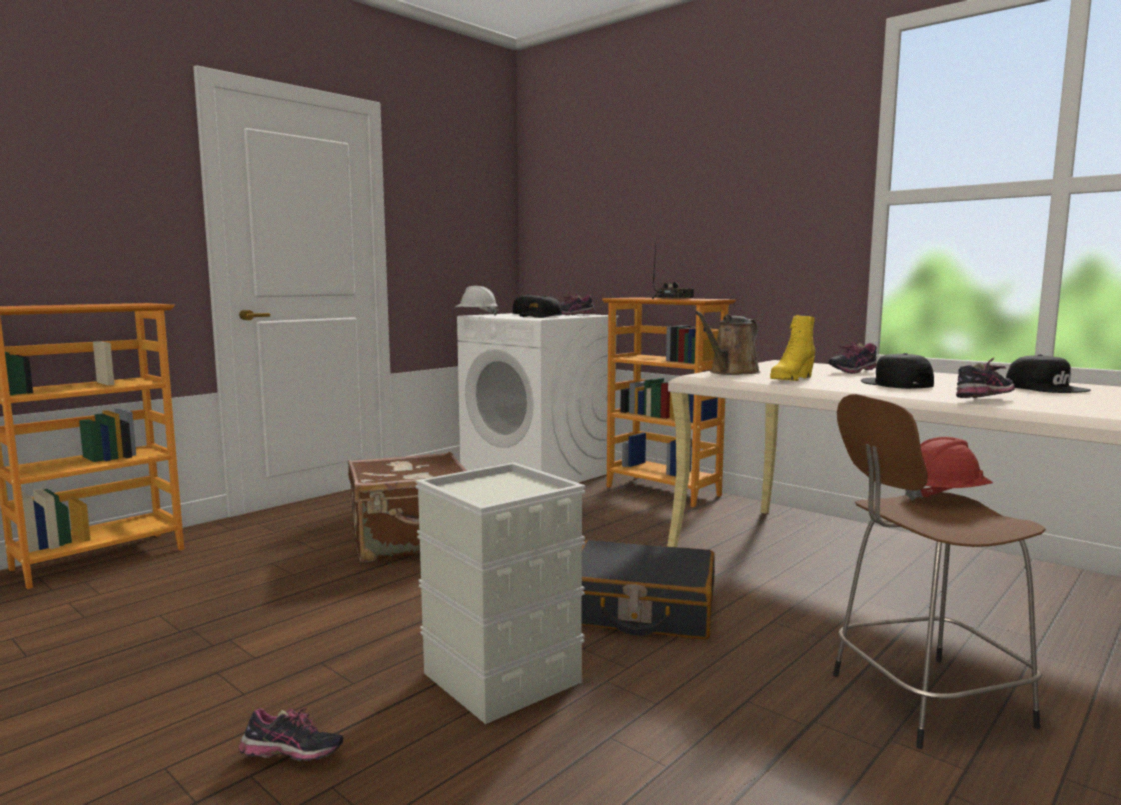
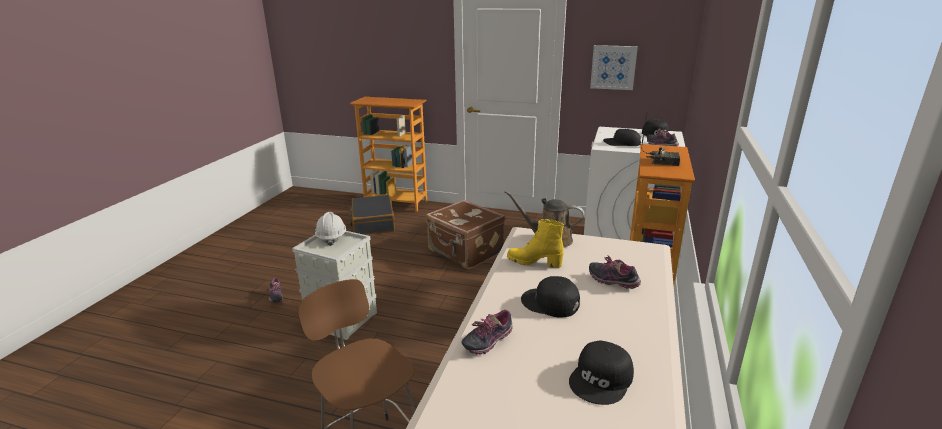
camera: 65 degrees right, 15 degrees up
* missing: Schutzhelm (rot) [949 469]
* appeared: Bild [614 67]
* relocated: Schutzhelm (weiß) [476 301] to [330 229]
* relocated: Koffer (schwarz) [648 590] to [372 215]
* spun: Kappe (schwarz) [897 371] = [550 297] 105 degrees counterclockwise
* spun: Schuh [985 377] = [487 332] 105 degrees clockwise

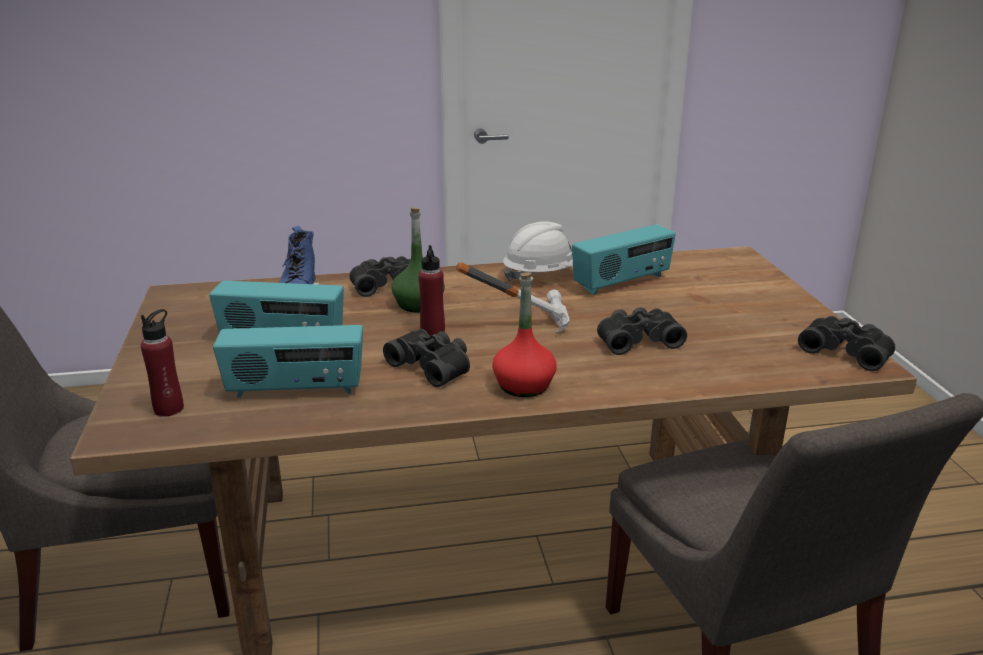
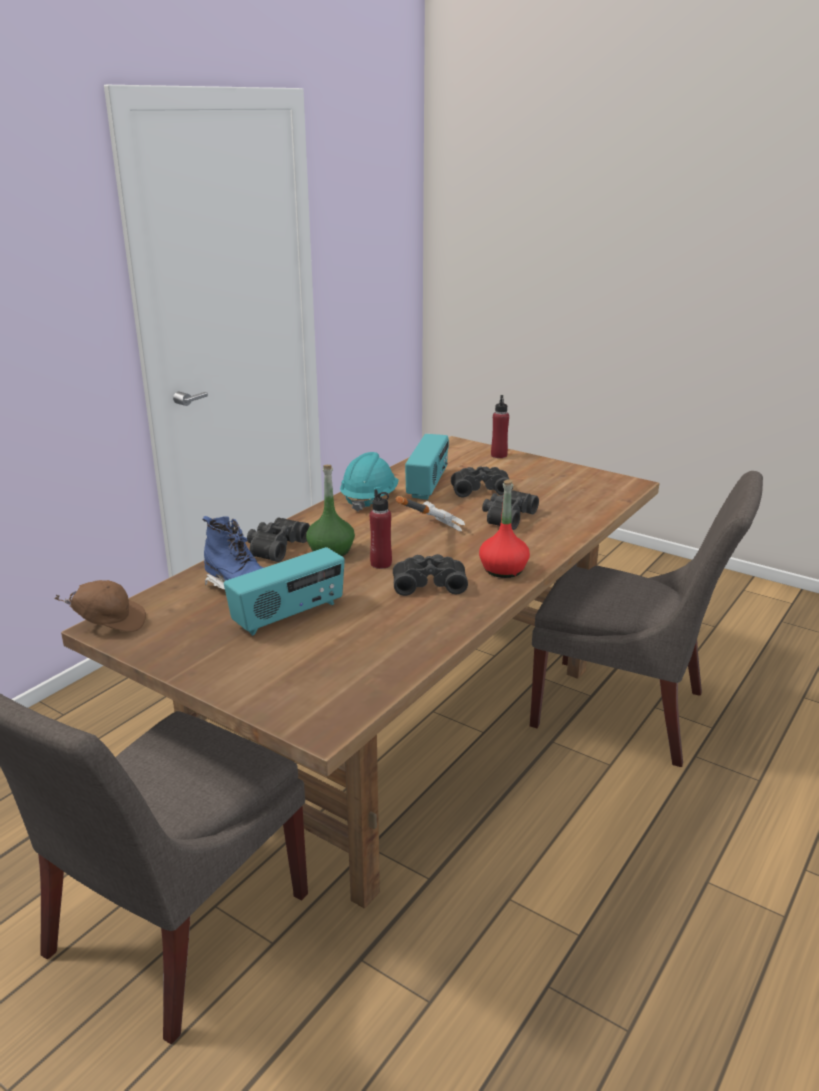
camera: 45 degrees left, 0 degrees up
* missing: Radio [288 361]
* appeared: Kappe (braun) [100 606]
* relocated: Flasche (rot) [162 363] to [500 426]
* relocated: Fernglas (schwarz) [846 343] to [482 481]
* colour: Schutzhelm (weiß) [538 252] to Schutzhelm (türkis) [369 482]

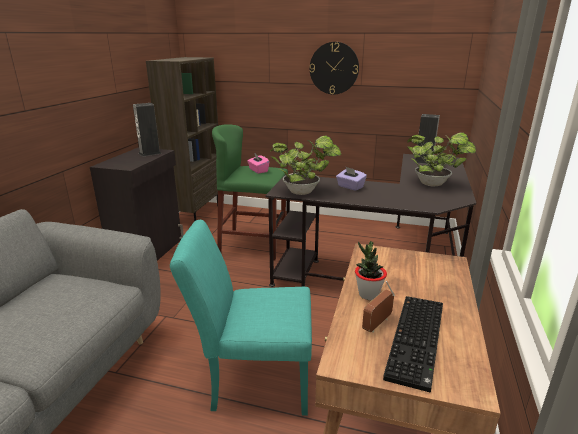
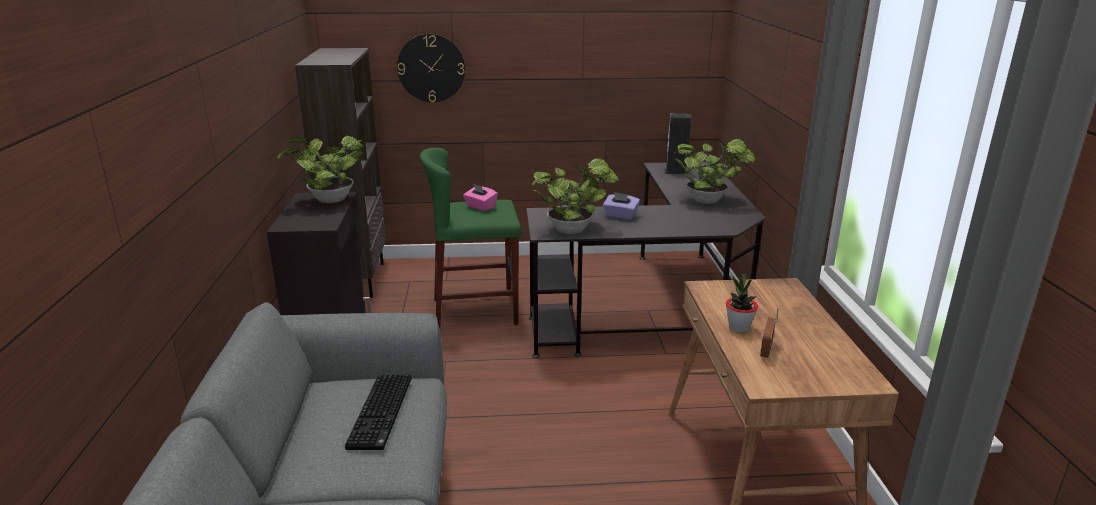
camera: 20 degrees left, 0 degrees up
* missing: Stuhl (türkis) [241 318]
* relocated: Wanduhr [334 68] to [431 68]
* relocated: Tastatur [413 344] to [378 412]
* exchanged: Lautsprecher [147 130] to Topfpflanze [320 169]

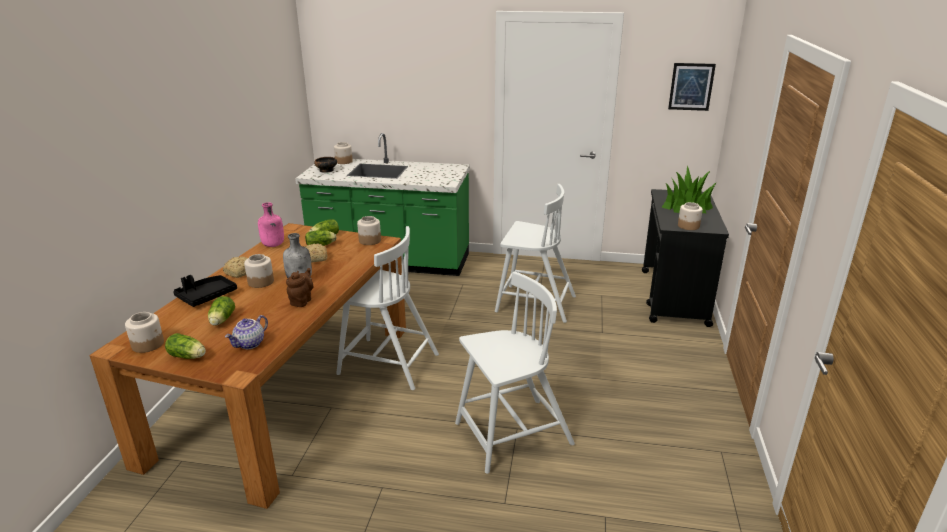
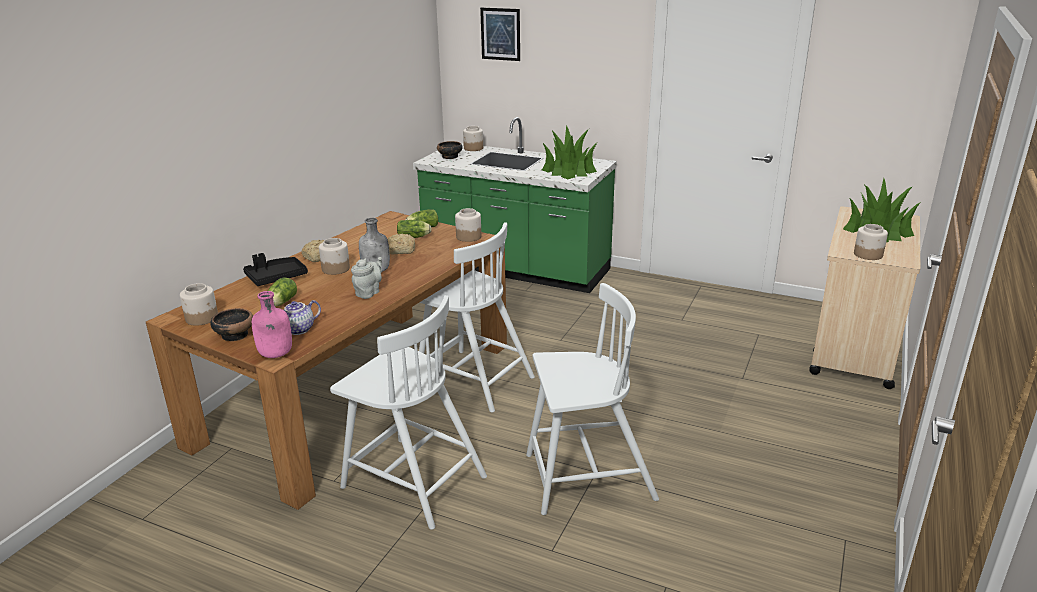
camera: 15 degrees right, 0 degrees up
* appeared: Topfpflanze [569 152]
* relocated: Flasche (rosa) [271 224] to [272 324]
* relocated: Stuhl (weiß) [535 253] to [408 412]
* relocated: Bild [692 87] to [500 34]
* exchanged: Salatkopf [185 346] to Schüssel [231 324]
* colour: Teekanne (braun) [300 287] to Teekanne (grau) [366 278]
* colour: Rollwagen (schwarz) [685 258] to Rollwagen (beige) [864 297]

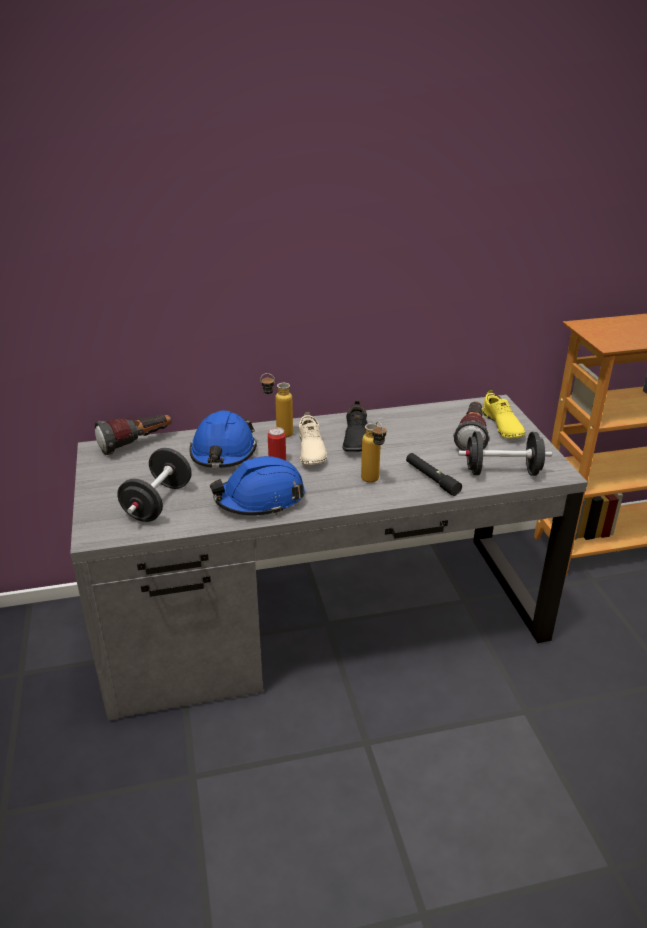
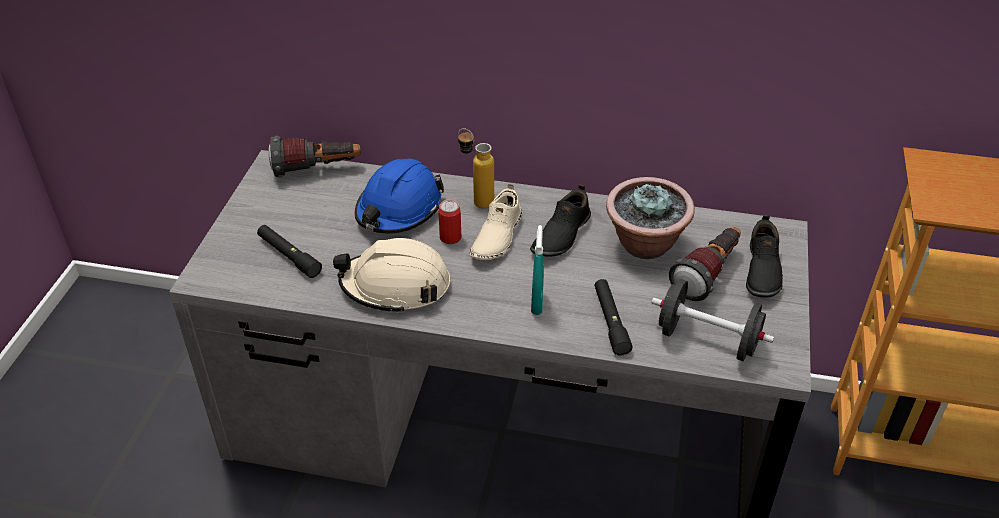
camera: 25 degrees right, 10 degrees up
* appeared: Topfpflanze [650 218]
* exchanged: Hantel (schwarz) [154 485] to Taschenlampe (schwarz) [289 251]
* exchanged: Flasche [373 452] to Sprühflasche (türkis) [537 270]
* colour: Schutzhelm (blau) [257 485] to Schutzhelm (beige) [391 276]
* colour: Schuh (gelb) [504 414] to Schuh (schwarz) [764 256]

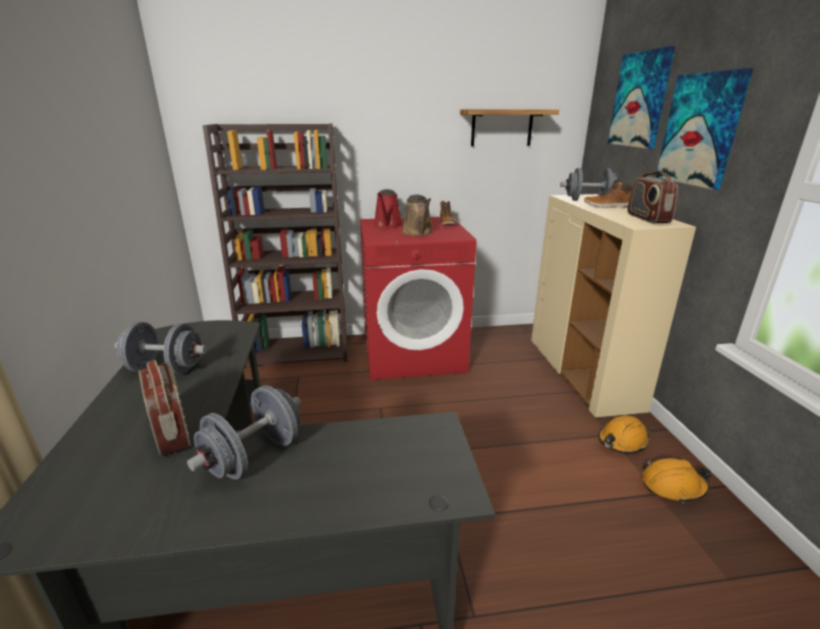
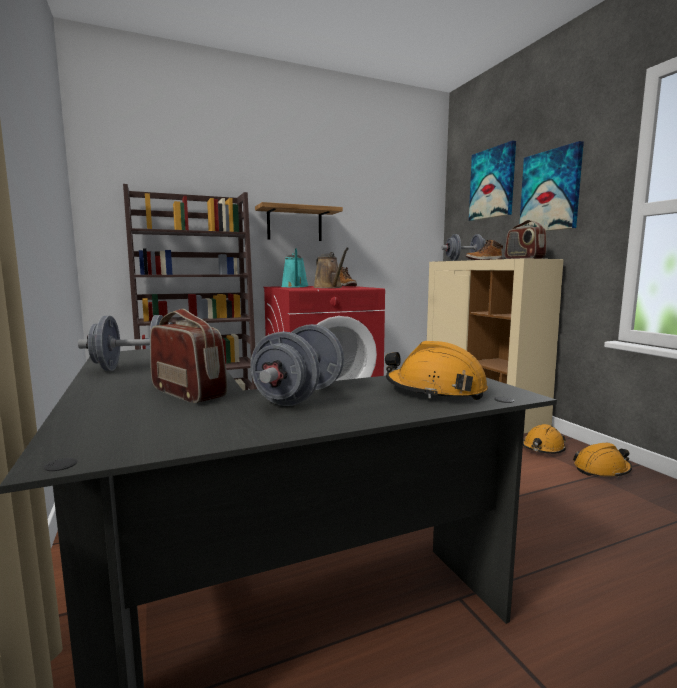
camera: 15 degrees left, 15 degrees down
* appeared: Schutzhelm (orange) [436 370]
* relocated: Wandregal [509 127] to [299 221]
* colour: Gießkanne (rot) [388 208] to Gießkanne (türkis) [294 267]

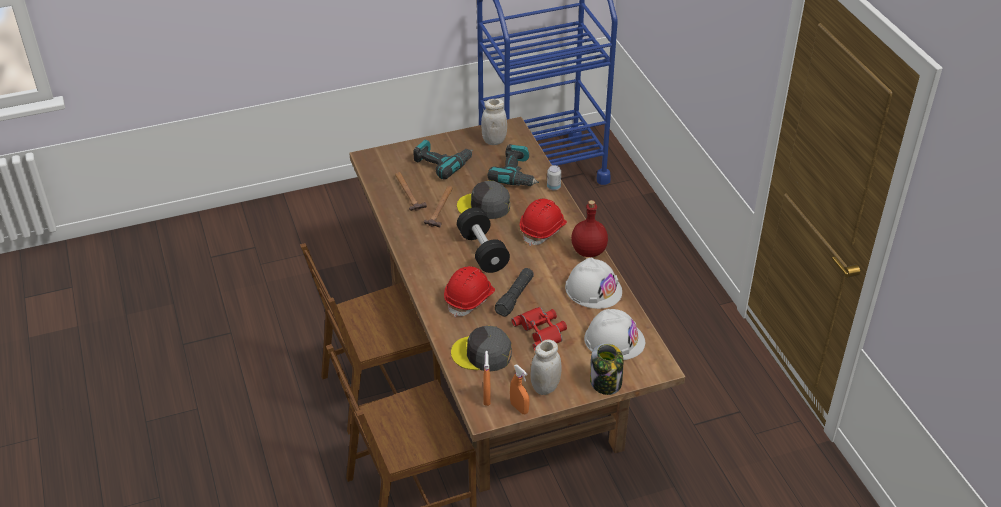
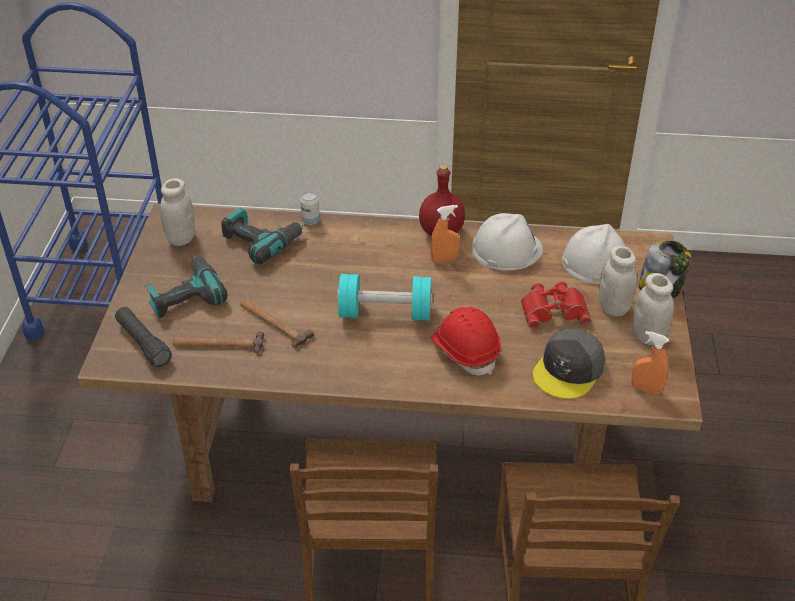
camera: 65 degrees left, 0 degrees up
* missing: Kappe (grau) [483 200]
* missing: Schutzhelm (rot) [543 222]
* appeared: Vorratsglas (weiß) [618 281]
* relocated: Taschenlampe (schwarz) [514 292] to [143 337]
* relocated: Sprühflasche (orange) [520 389] to [445 234]
* colour: Hantel (schwarz) [483 240] to Hantel (türkis) [385 297]

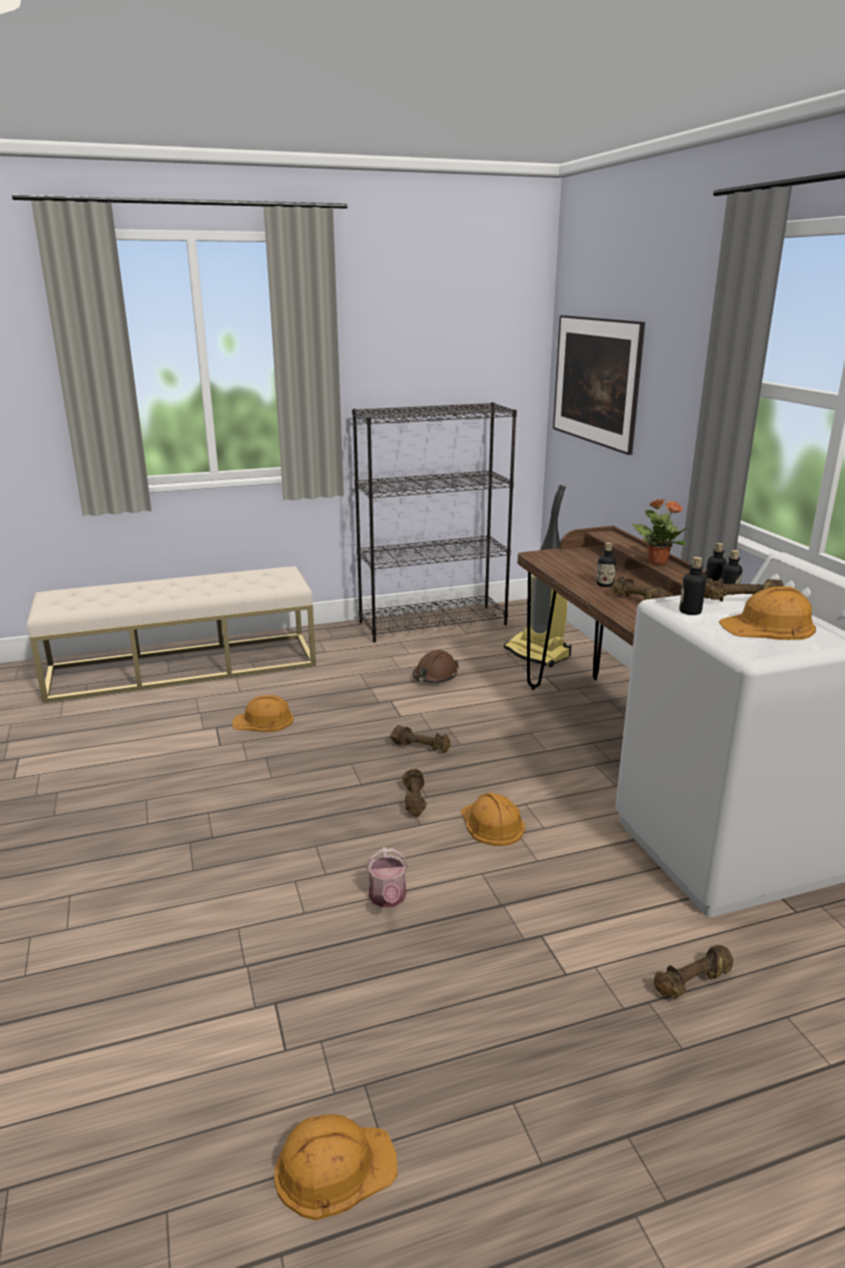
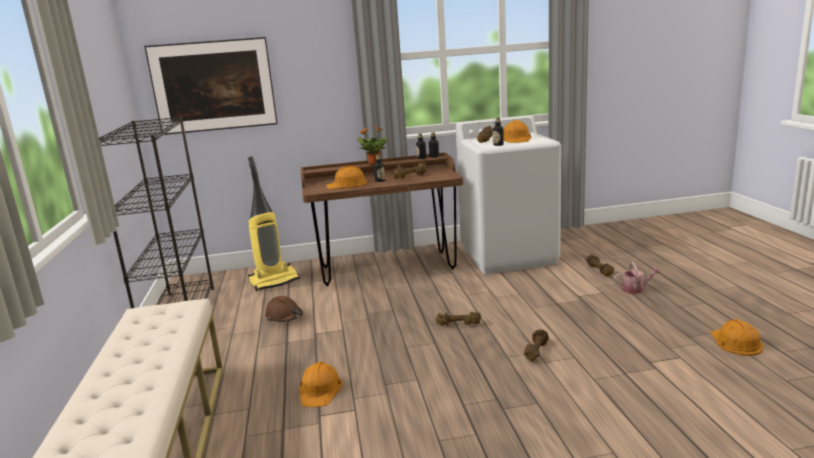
camera: 80 degrees left, 5 degrees down
* relocated: Gießkanne [387 877] to [637 278]
* relocated: Hantel (braun) [420 739] to [536 345]
* relocated: Schutzhelm (orange) [493 819] to [346 177]

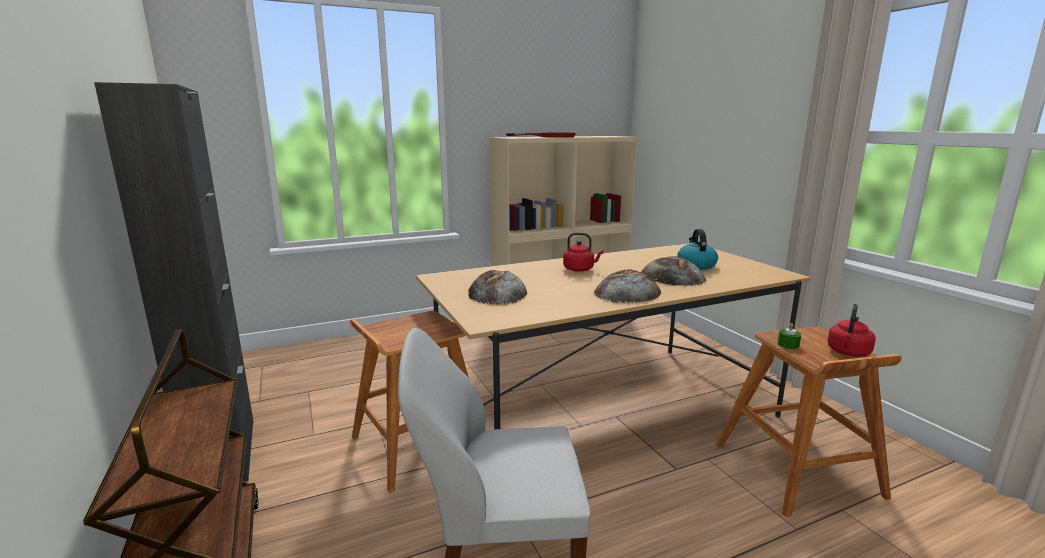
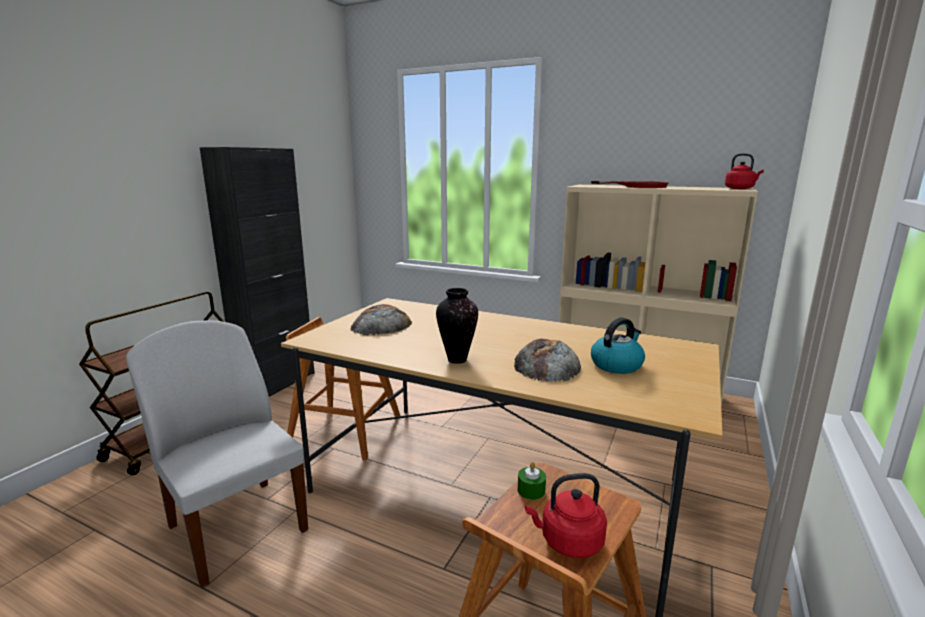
camera: 50 degrees right, 0 degrees up
* relocated: Wasserkessel (rot) [583 252] to [744 171]
* exchanged: Brot [627 286] to Vase [457 326]

